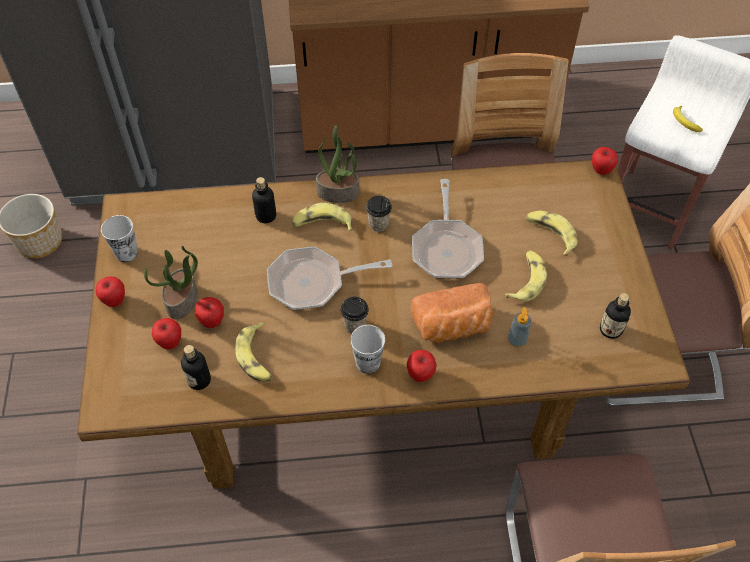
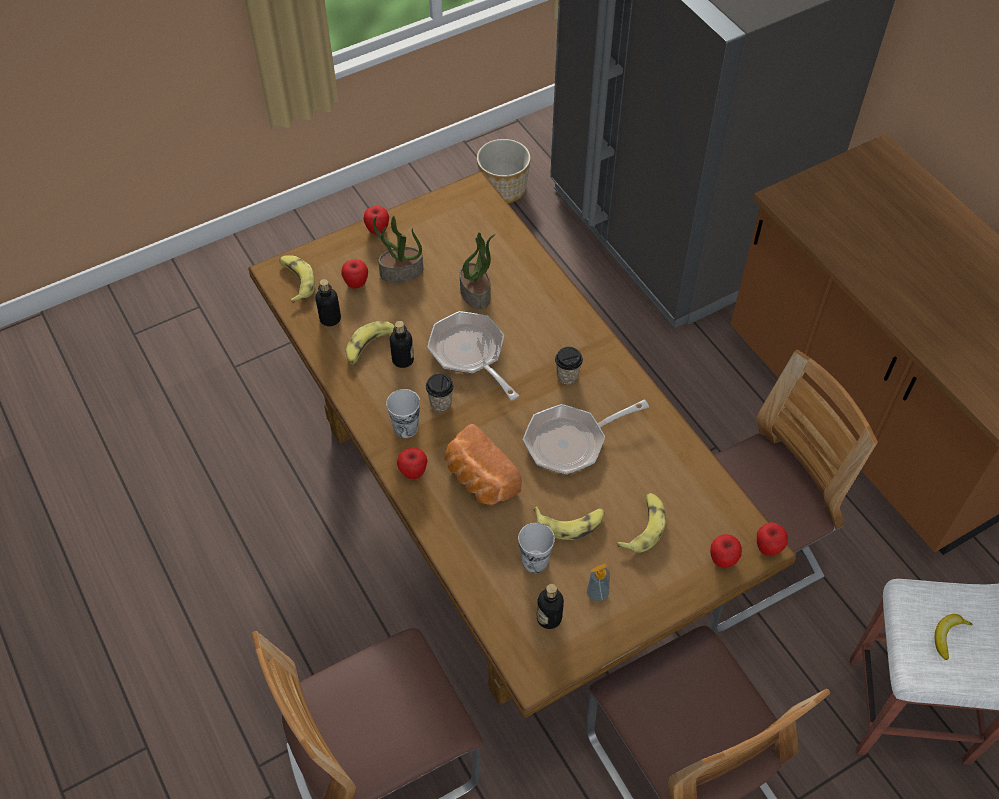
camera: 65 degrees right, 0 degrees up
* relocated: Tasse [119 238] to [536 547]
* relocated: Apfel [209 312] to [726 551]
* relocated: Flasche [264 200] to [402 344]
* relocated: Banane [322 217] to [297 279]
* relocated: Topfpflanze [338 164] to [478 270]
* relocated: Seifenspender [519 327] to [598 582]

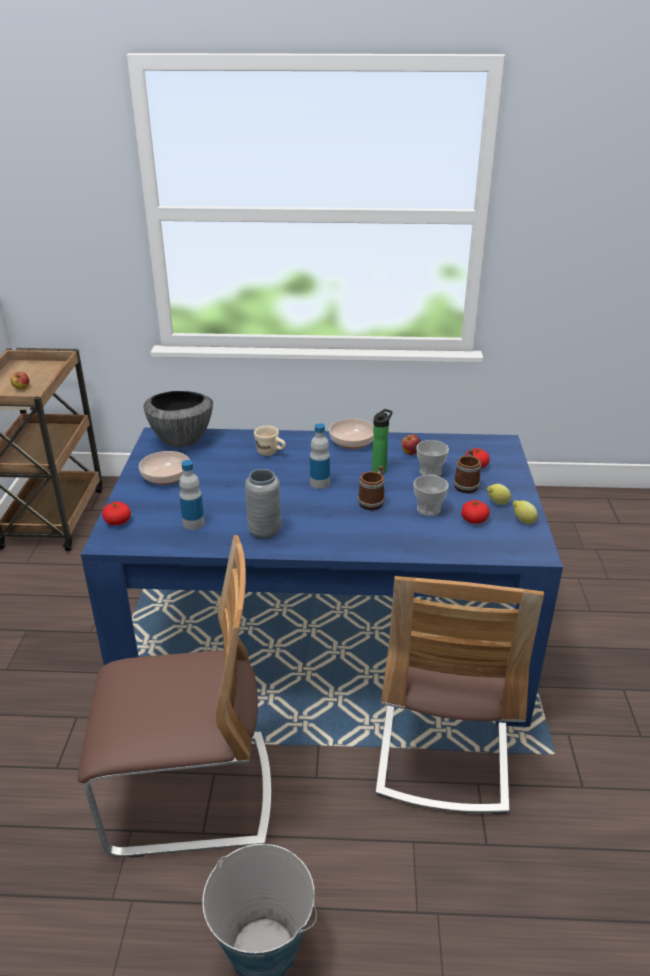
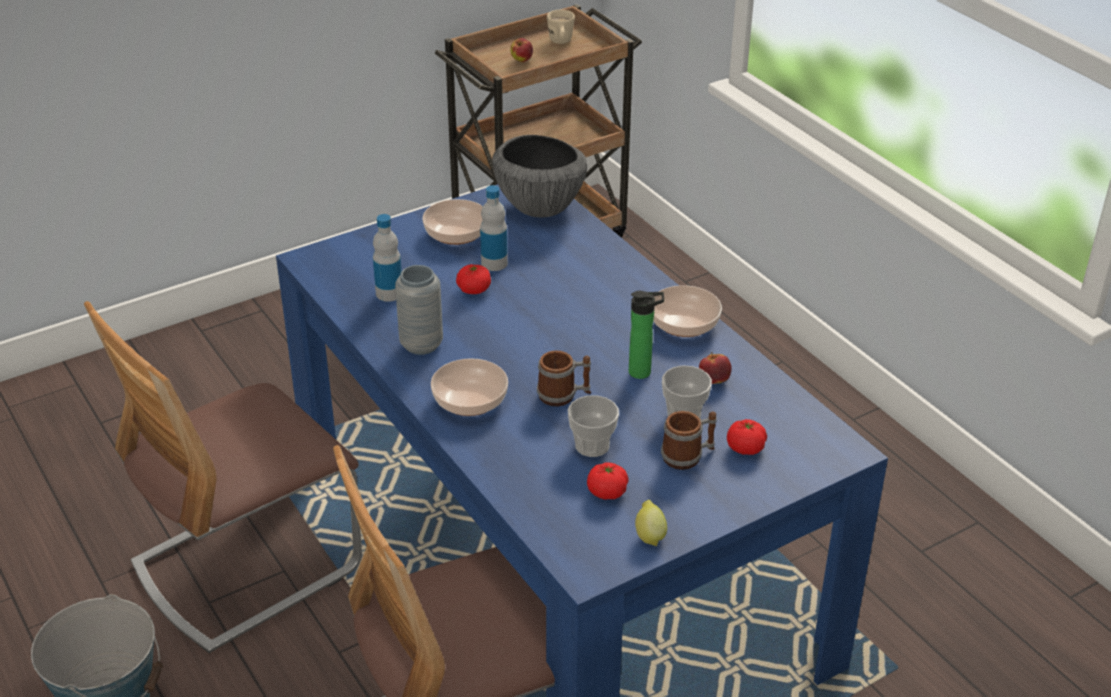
camera: 55 degrees right, 5 degrees up
* missing: Zitrone [499 494]
* appeared: Schüssel [469 387]
* relocated: Tomate [116 514] to [473 279]
* relocated: Henkelbecher (beige) [270 441] to [561 27]
* relocated: Flasche [320 456] to [494 228]
* spun: Stuhl [174 696] = [223 477] 90 degrees clockwise

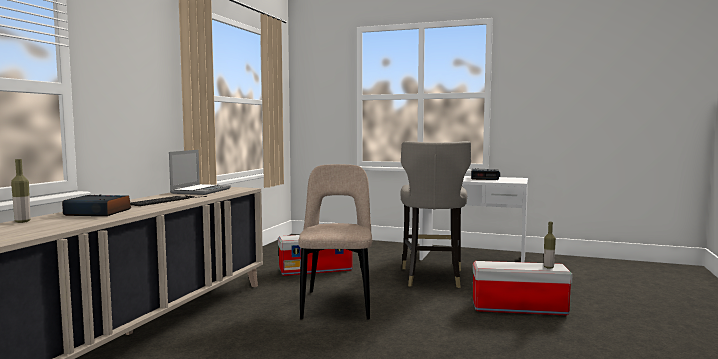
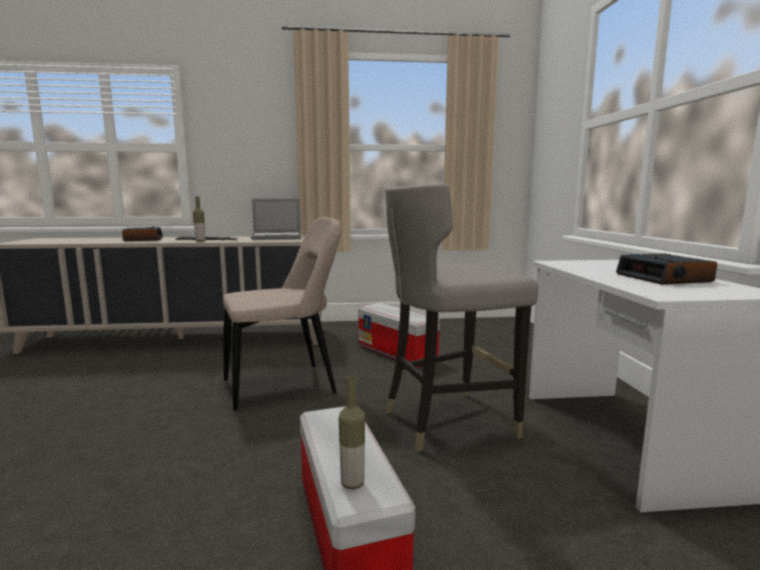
camera: 65 degrees right, 5 degrees up
* relocated: Flasche [21 191] to [199 219]

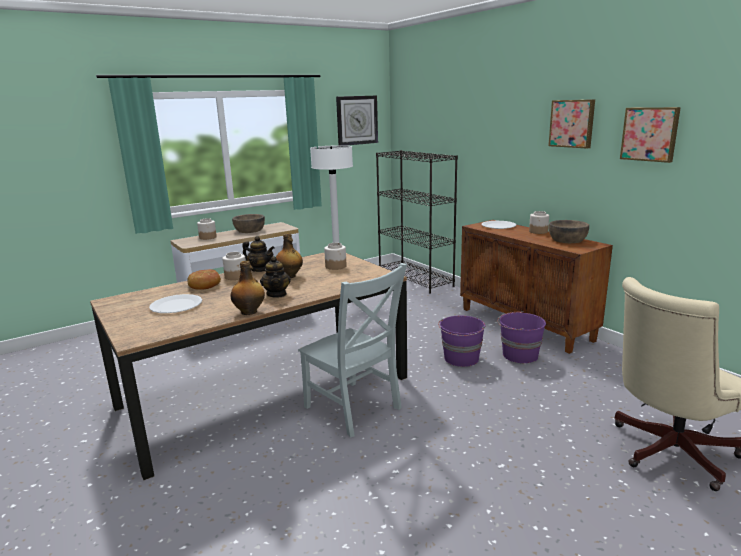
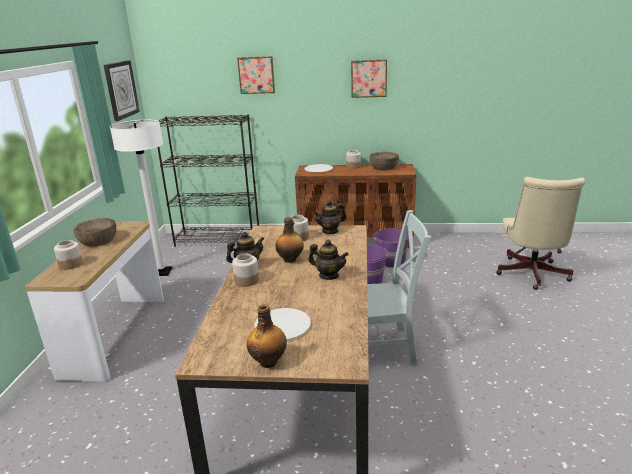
camera: 50 degrees left, 5 degrees up
* missing: Brot [204 279]
* appeared: Teekanne [330 217]
* relocated: Flasche [247 288] to [267 336]
* relocated: Bild [650 135] to [256 75]

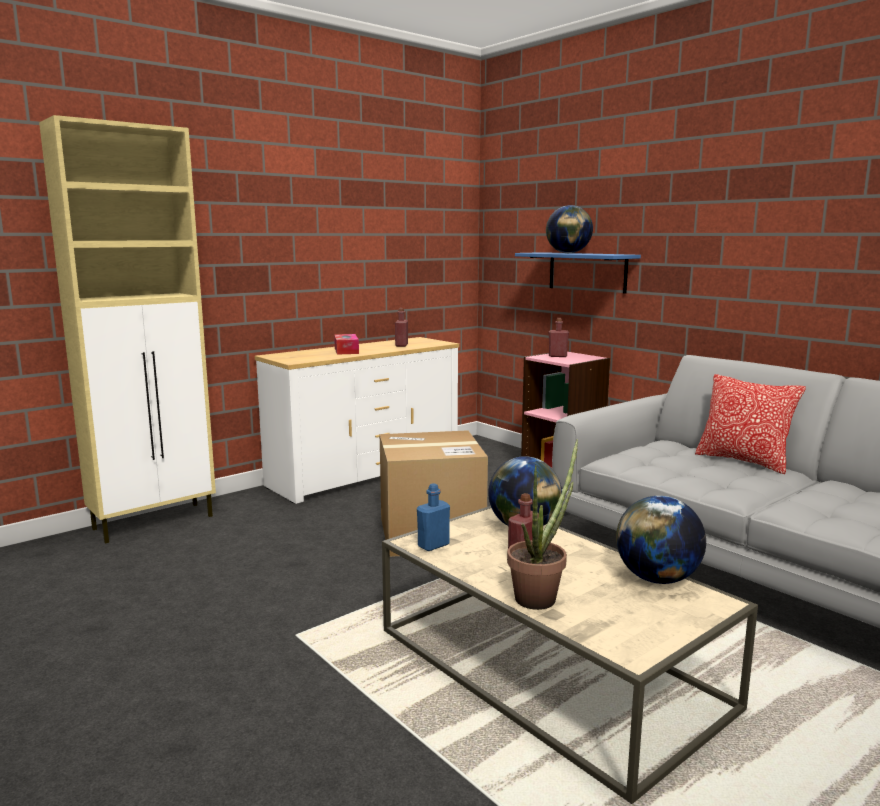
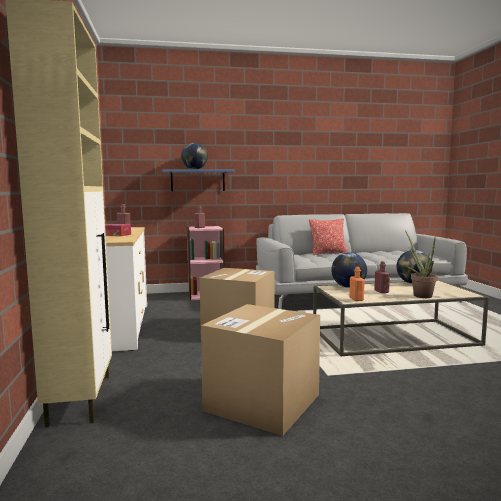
camera: 60 degrees left, 5 degrees down
* appeared: Karton [260 370]
* colour: Flasche (blau) [433 517] to Flasche (orange) [357 284]

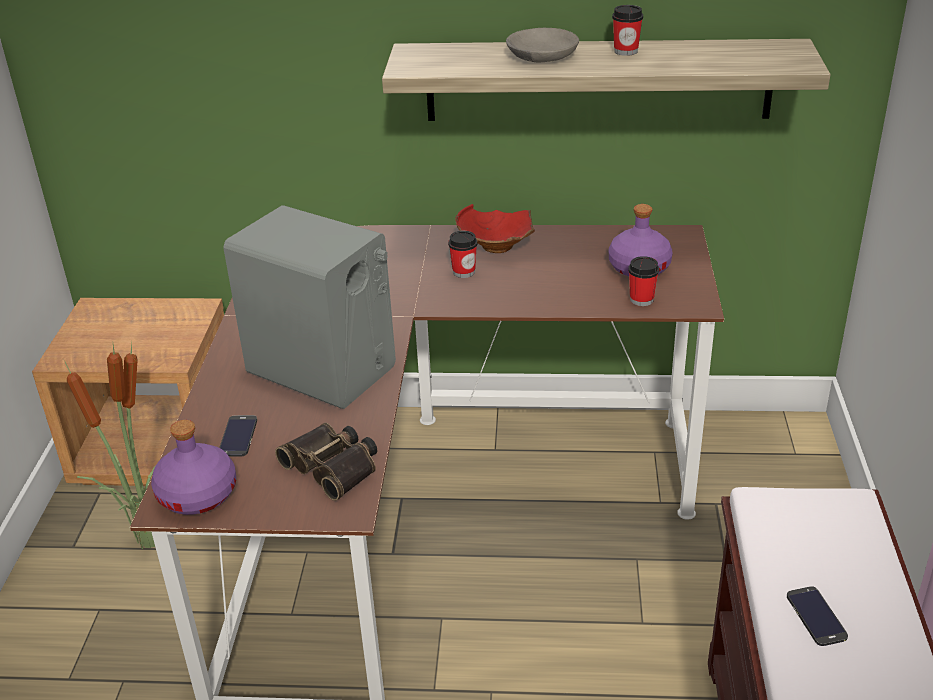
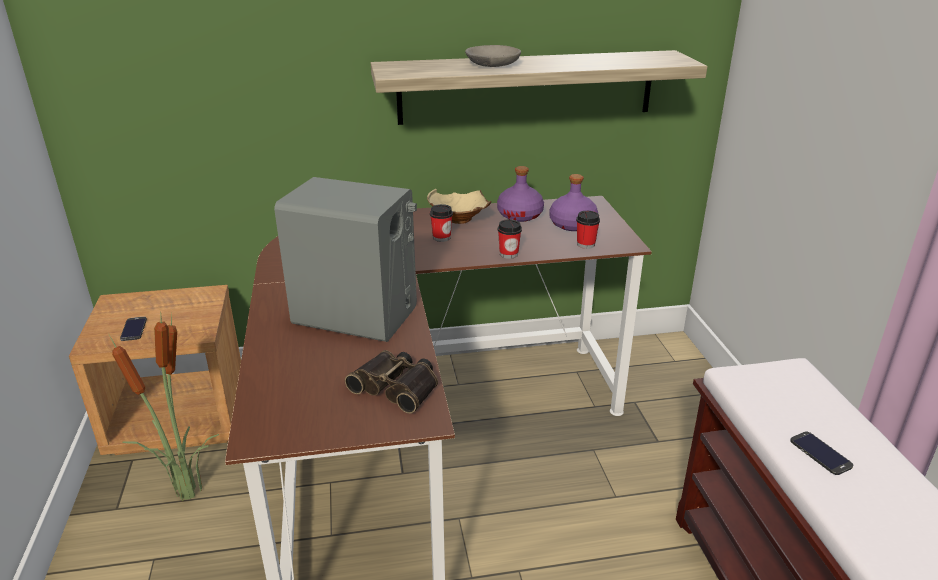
camera: 15 degrees left, 5 degrees down
* relocated: Flasche (lila) [193 467] to [520 194]
* relocated: Handy [238 436] to [133 329]
* relocated: Tasse [627 30] to [510 239]
* colour: Schüssel (rot) [495 228] to Schüssel (beige) [459 206]

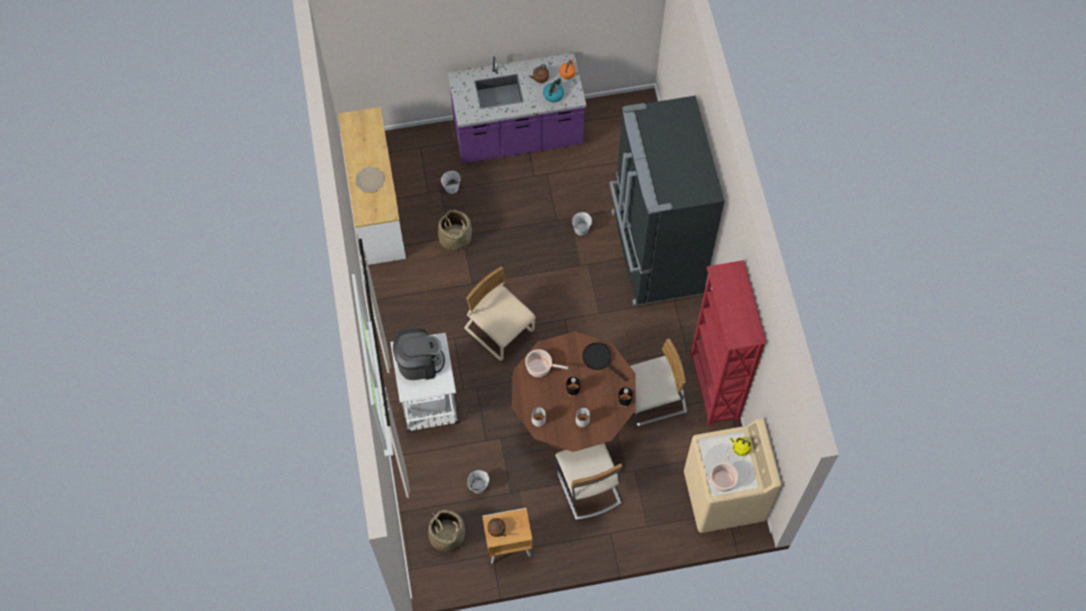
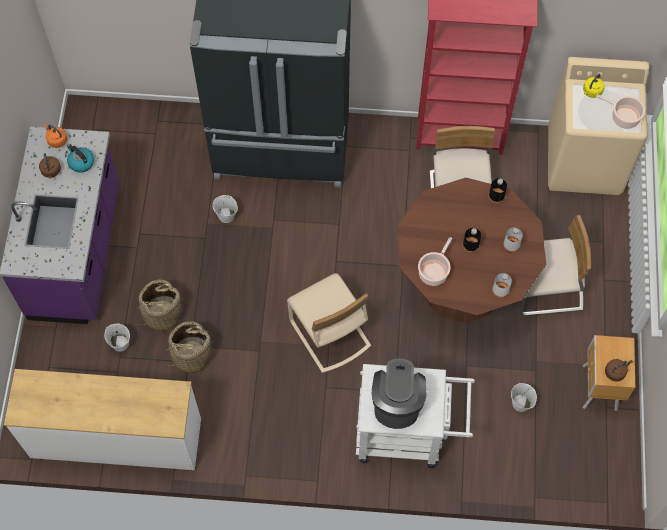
camera: 75 degrees left, 0 degrees up
* missing: Teller [370 179]
* missing: Pfanne (schwarz) [604 362]
* relocated: Korb [446 531] to [159 305]
* spun: Stuhl (beige) [499 314] = [329 323] 90 degrees counterclockwise

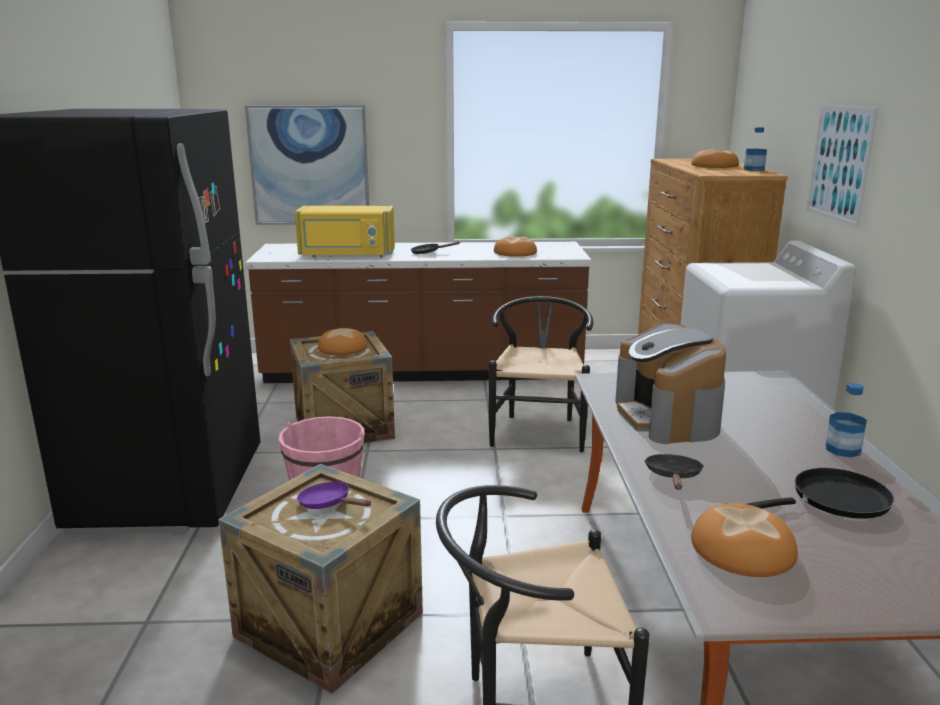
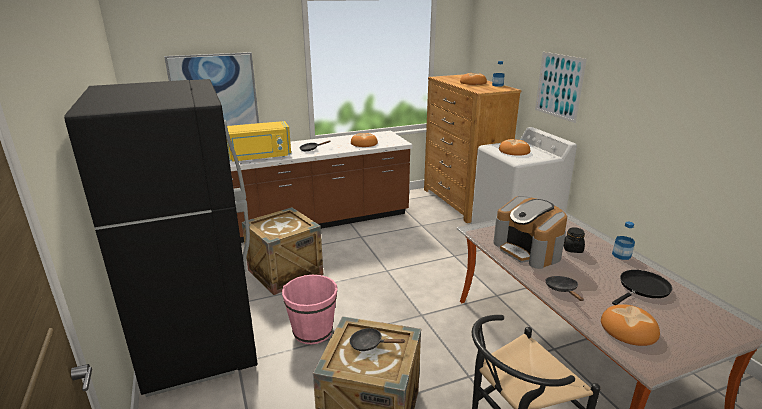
camera: 20 degrees left, 5 degrees up
* missing: Stuhl (schwarz) [541 374]
* appeared: Vorratsglas (schwarz) [574 240]
* relocated: Brot [343 341] to [514 147]
* colour: Pfanne (lila) [334 495] to Pfanne (schwarz) [377 339]

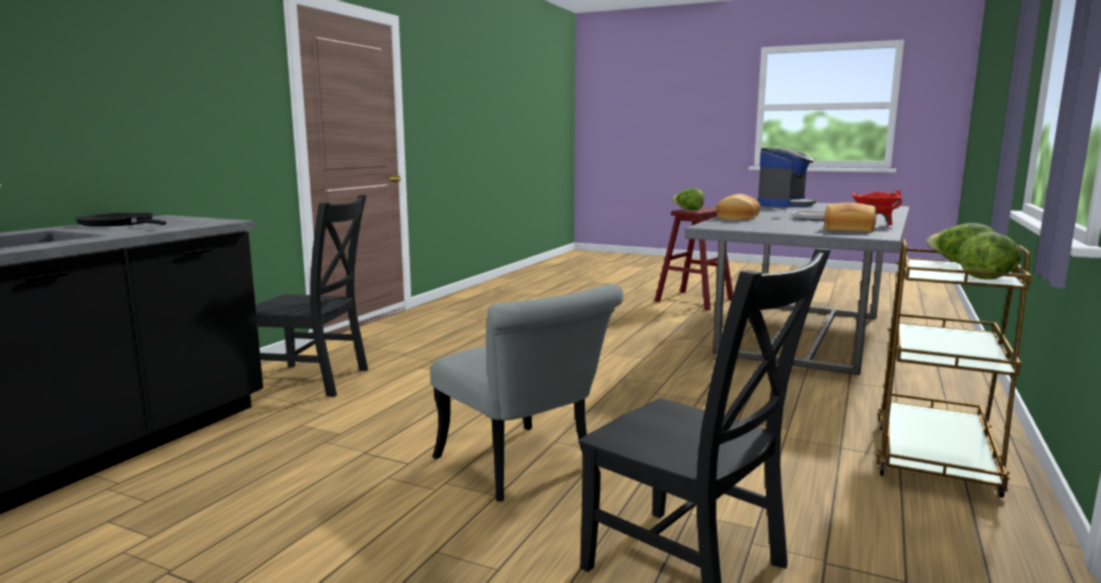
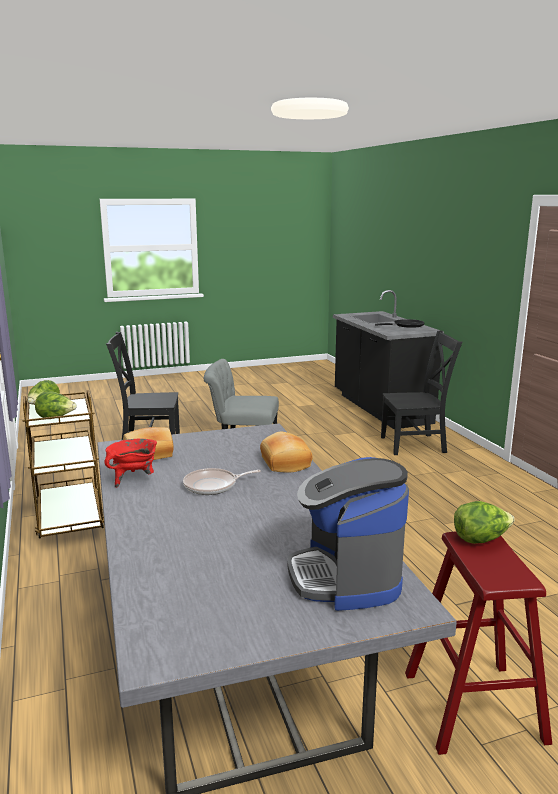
camera: 135 degrees right, 5 degrees up
* spun: Stuhl (schwarz) [311 296] = [421 392] 150 degrees counterclockwise

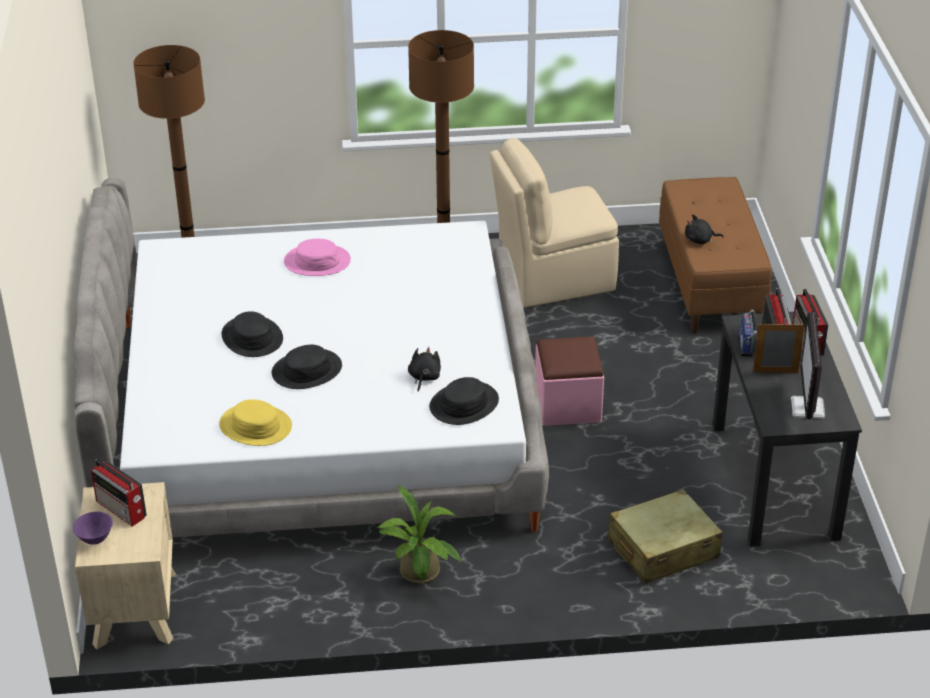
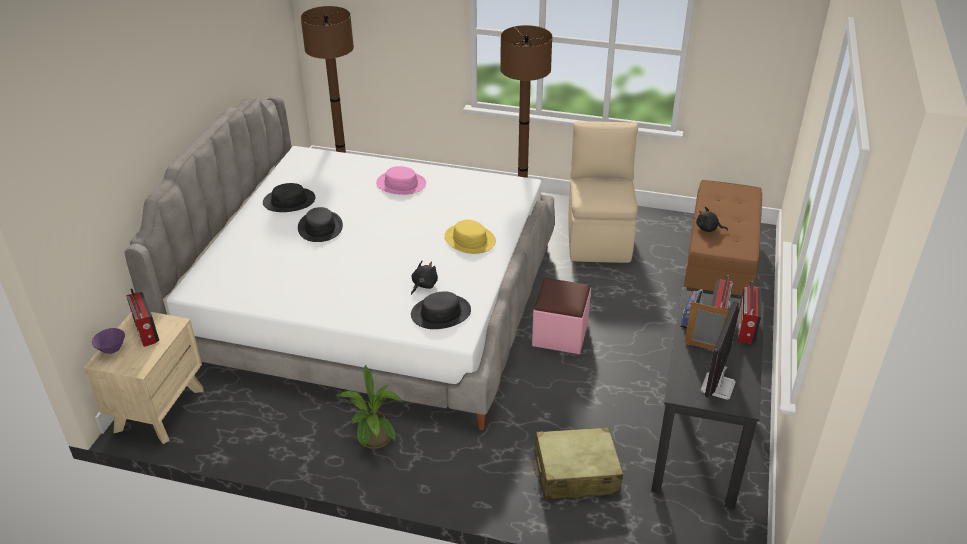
camera: 20 degrees right, 0 degrees up
* relocated: Hut (gelb) [255 422] to [470 237]
* relocated: Hut (schwarz) [307 367] to [289 197]
* spun: Stuhl (beige) [554 223] = [603 192] 90 degrees clockwise

